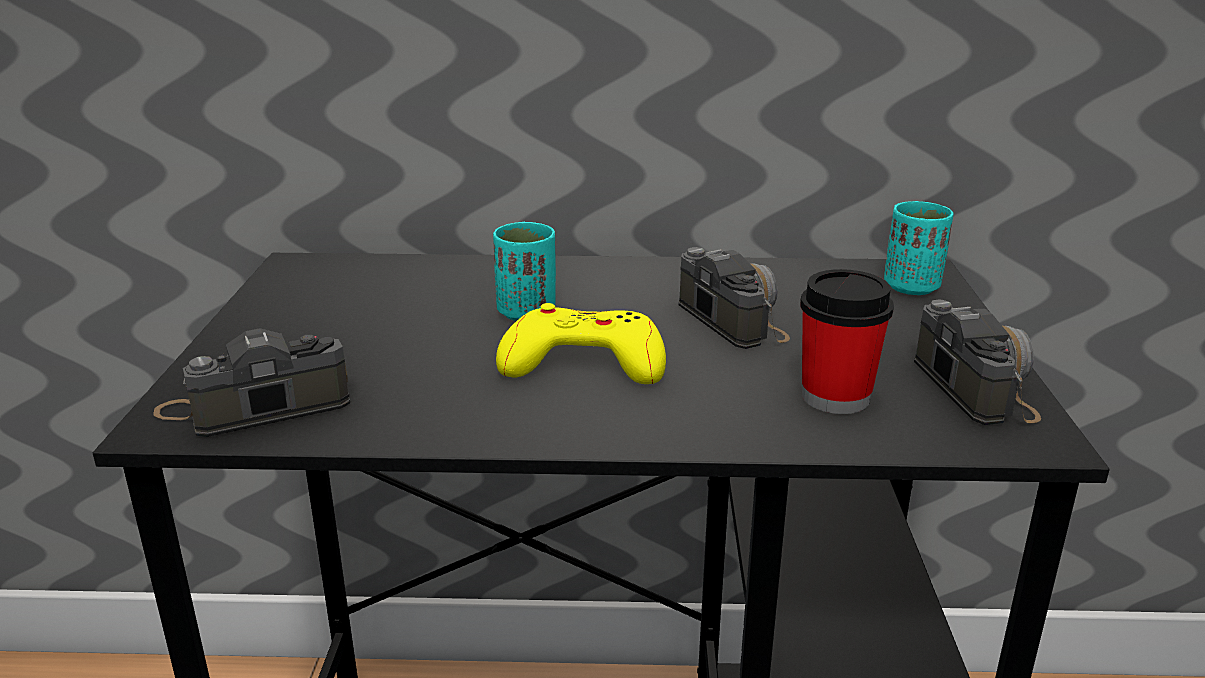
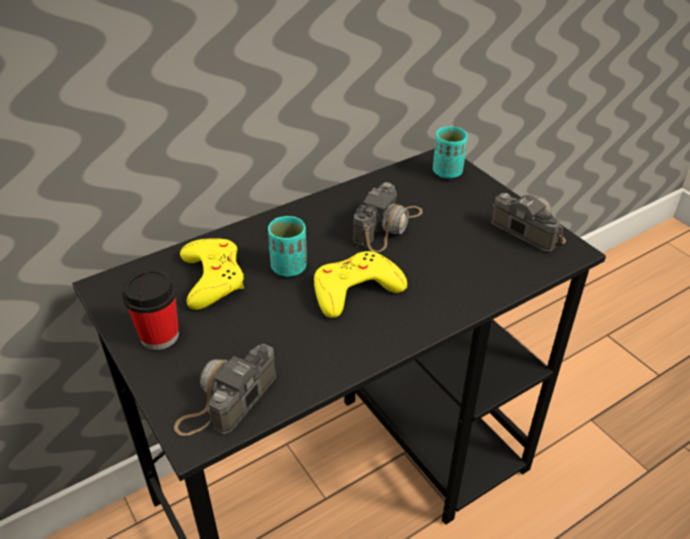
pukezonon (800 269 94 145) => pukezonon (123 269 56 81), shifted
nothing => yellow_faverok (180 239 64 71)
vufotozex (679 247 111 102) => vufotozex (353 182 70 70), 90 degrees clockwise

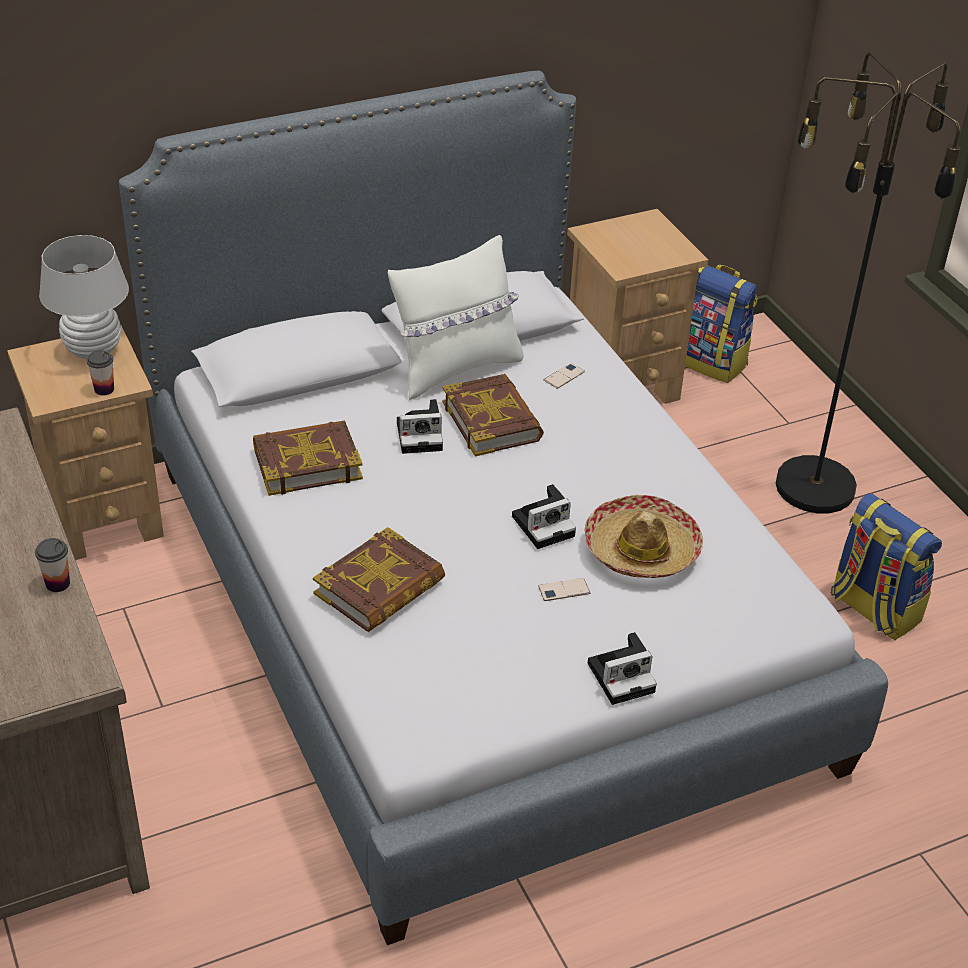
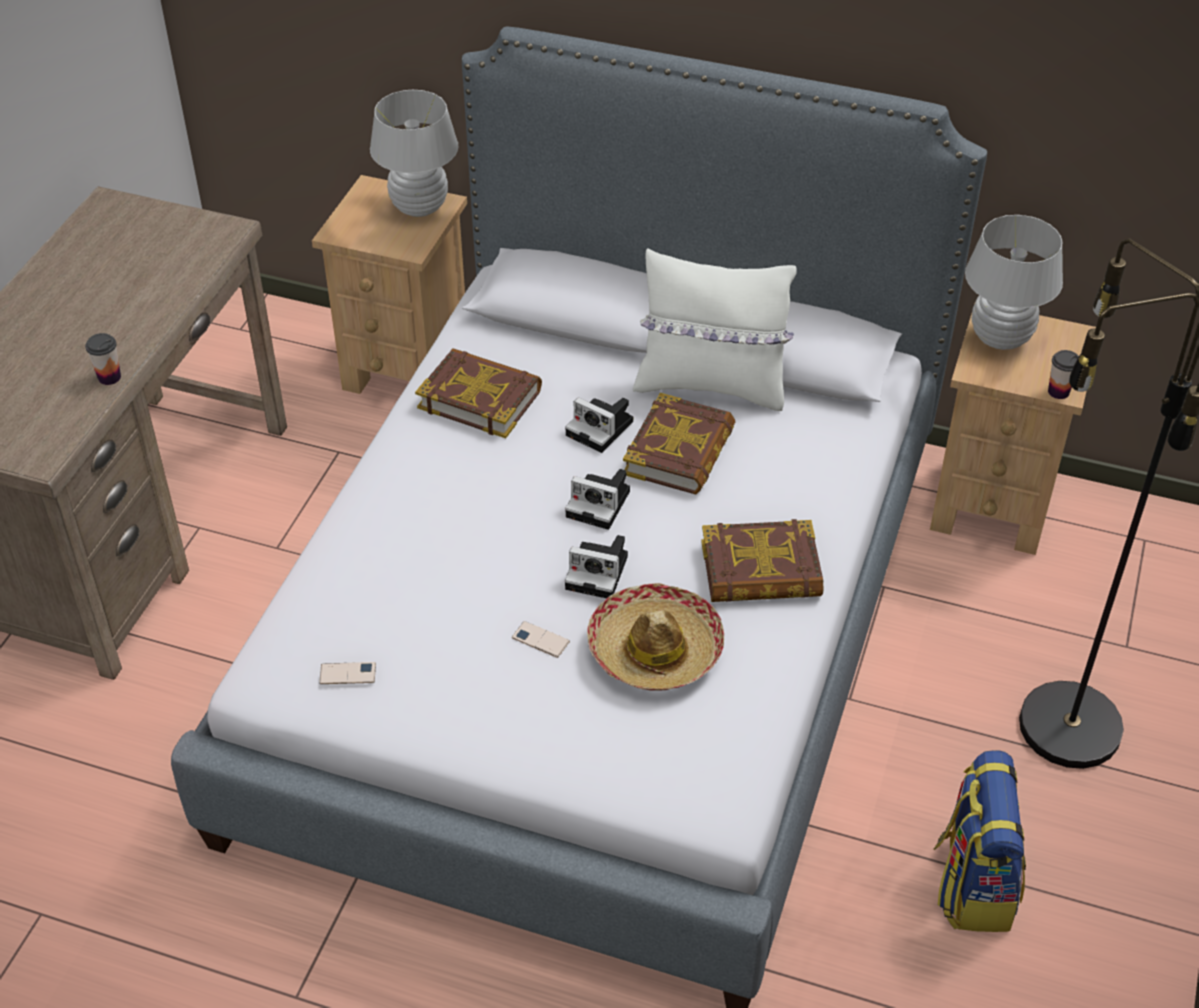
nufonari (544 363 41 26) => nufonari (319 662 57 22), shifted
vufotozex (588 632 69 73) => vufotozex (565 469 65 61), shifted
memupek (313 527 132 105) => memupek (701 519 122 83), shifted
nothing => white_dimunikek (965 215 98 135)
pukezonon (87 350 27 45) => pukezonon (1048 350 31 49), shifted
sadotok (685 265 73 118) => nothing

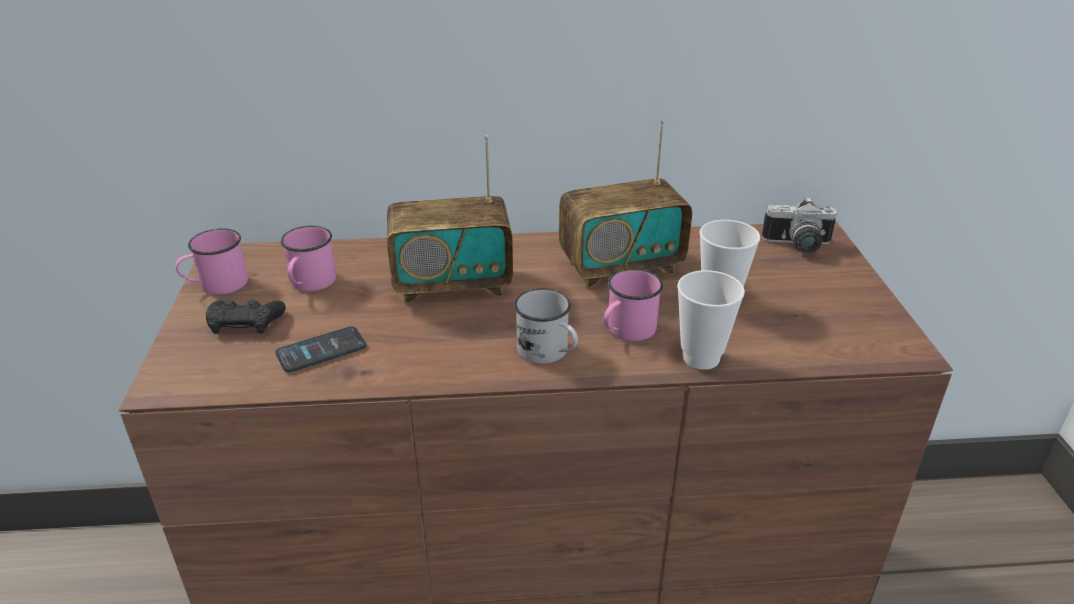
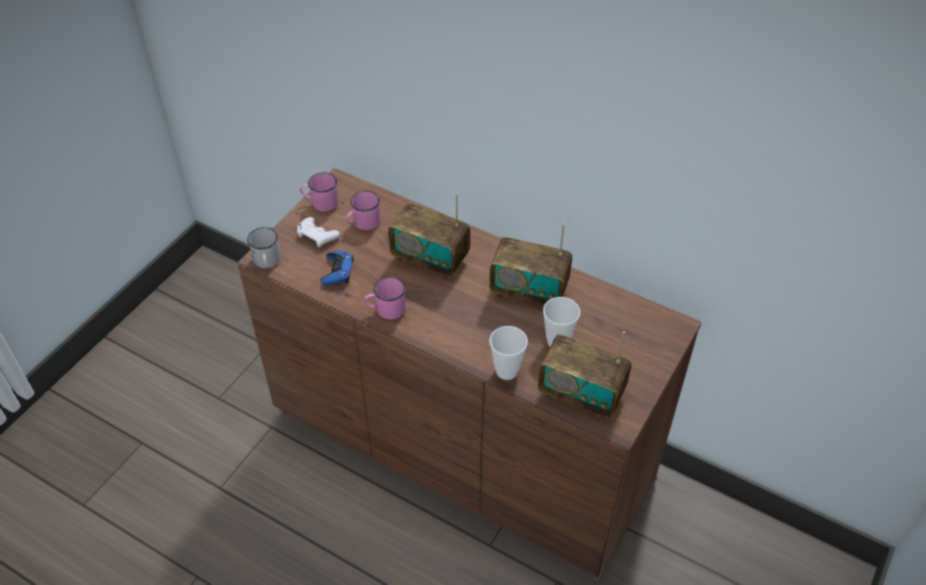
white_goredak (514 288 64 76) => white_goredak (247 227 34 41), shifted
black_faverok (206 299 80 35) => white_faverok (297 217 43 30)
nufonari (275 326 91 46) => blue_faverok (320 251 33 34)
pink_goredak (603 269 60 72) => pink_goredak (364 277 42 43), shifted
nothing => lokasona (538 331 94 89)
vufotozex (762 197 75 57) => nothing

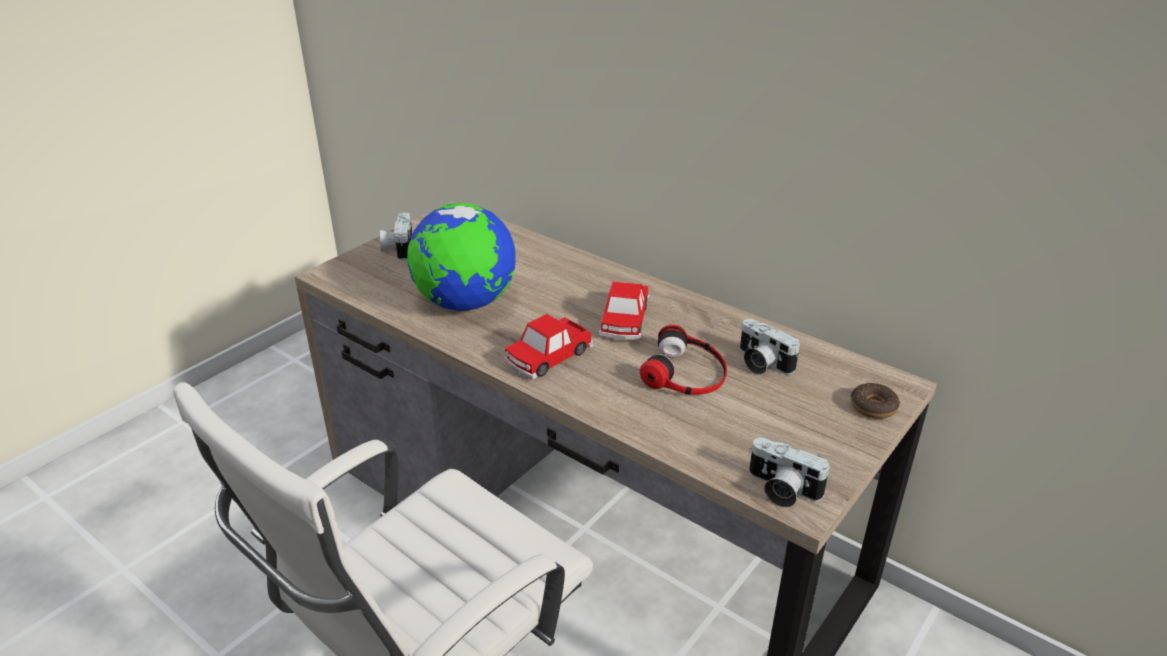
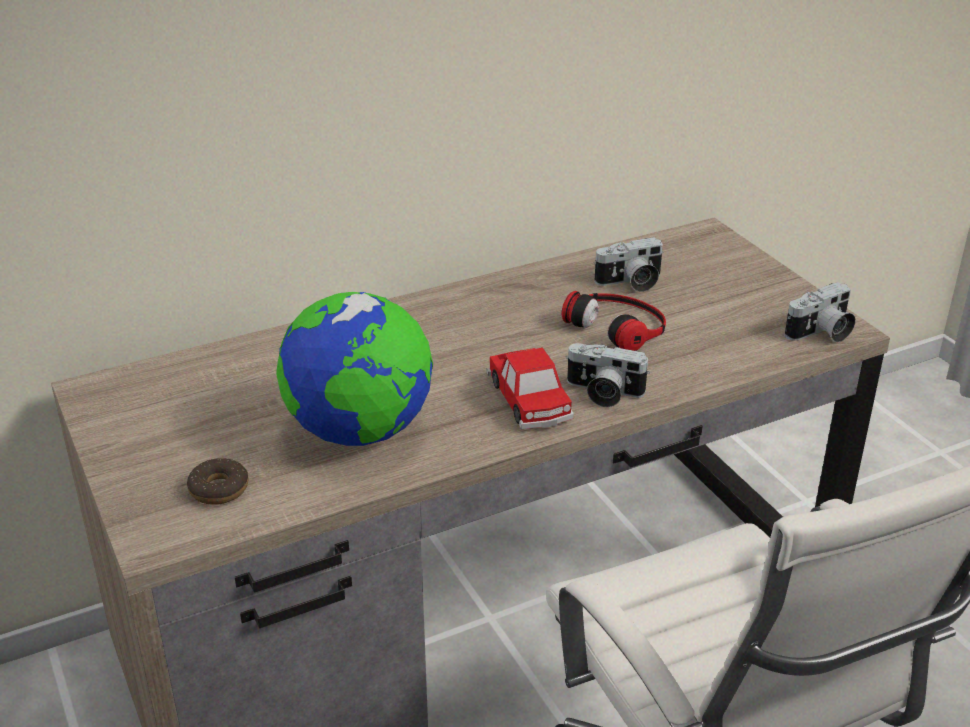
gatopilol (851 383 49 36) => gatopilol (187 458 61 47), shifted
vufotozex (380 212 33 48) => vufotozex (565 343 85 64), shifted
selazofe (599 282 51 58) => nothing

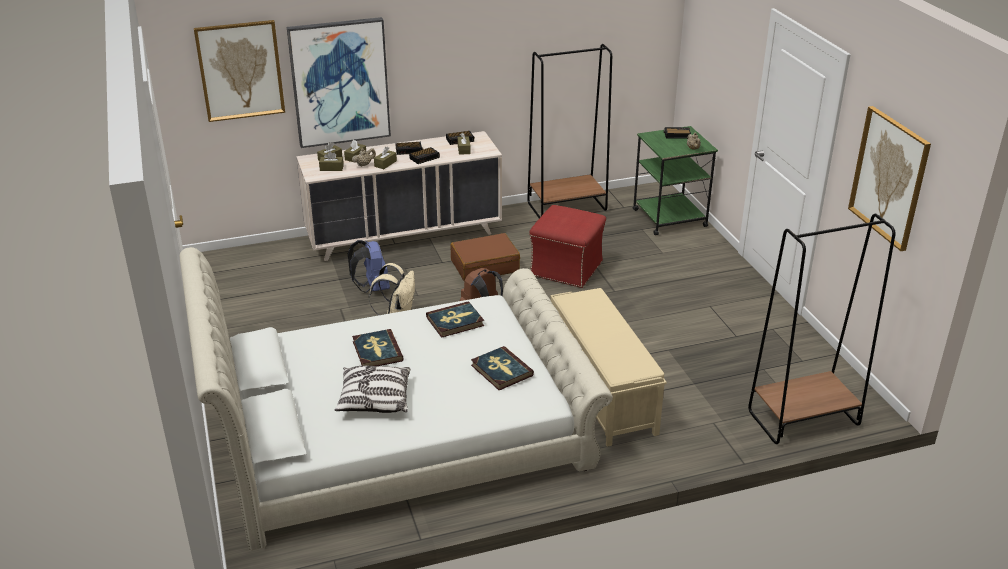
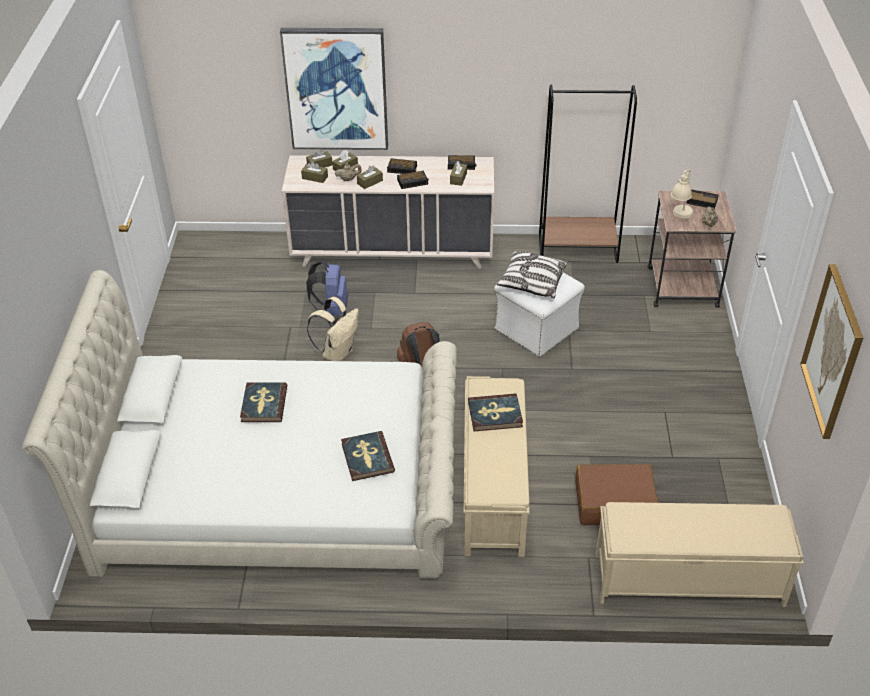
memupek (426 301 58 37) => memupek (468 393 55 38), shifted
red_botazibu (529 205 77 83) => white_botazibu (494 273 91 84)
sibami (334 366 76 47) => sibami (497 251 71 47), shifted
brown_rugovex (450 233 70 48) => brown_rugovex (575 464 83 61), shifted
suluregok (748 214 148 230) => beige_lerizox (596 502 208 105)
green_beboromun (632 126 86 109) => brown_beboromun (648 190 89 117)
nothing => beige_dimunikek (671 169 22 50)
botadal (194 20 91 102) => nothing

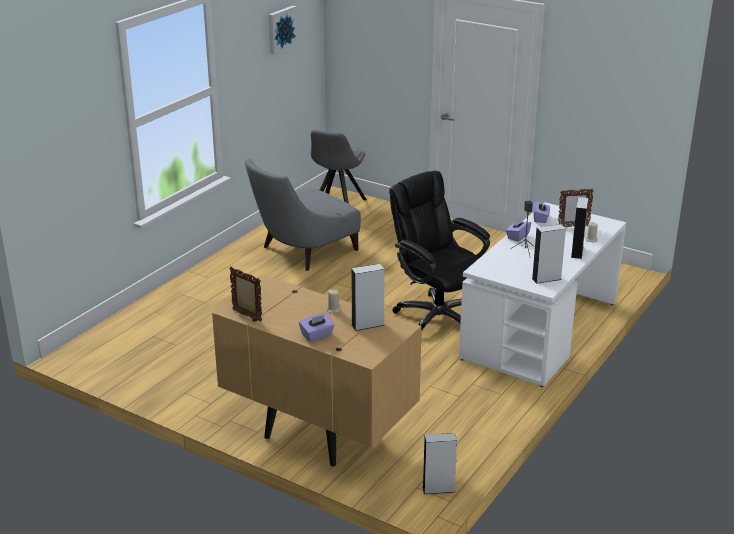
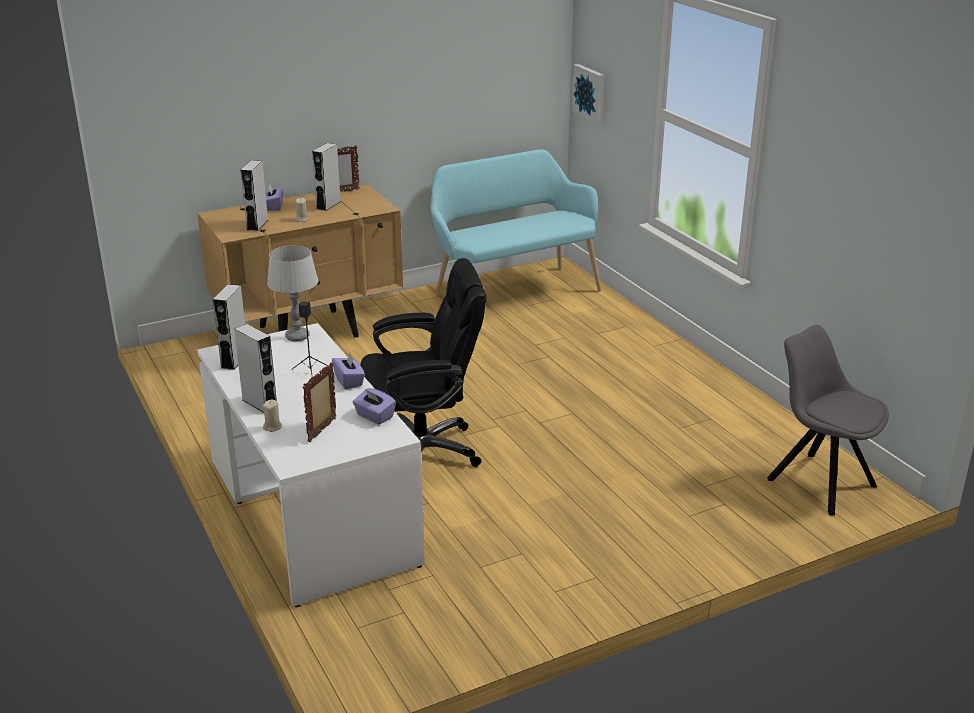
nothing => grey_dimunikek (267 245 51 97)
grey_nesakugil (422 433 35 61) => grey_nesakugil (312 143 29 68), shifted
nothing => turquoise_lerizox (431 149 170 147)
botadal (269 6 29 49) => botadal (572 64 32 60), shifted
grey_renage (245 159 116 112) => nothing

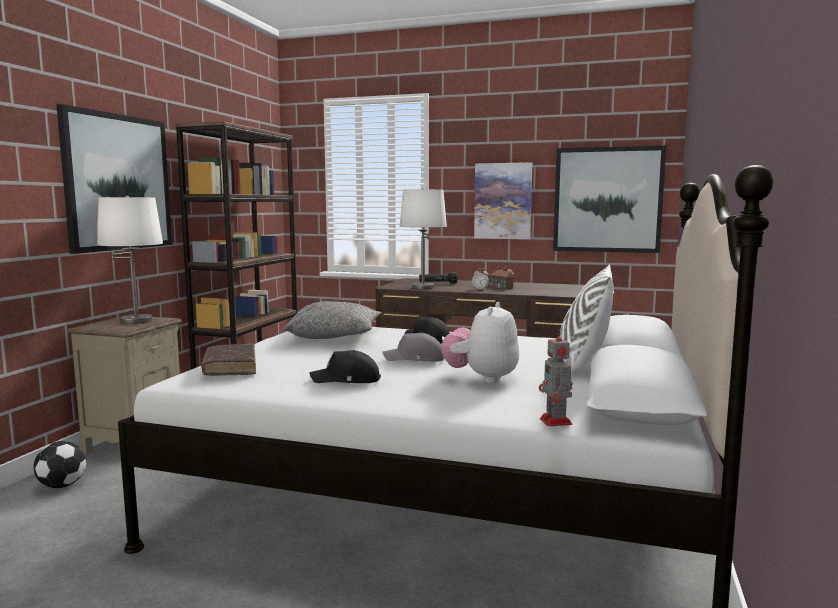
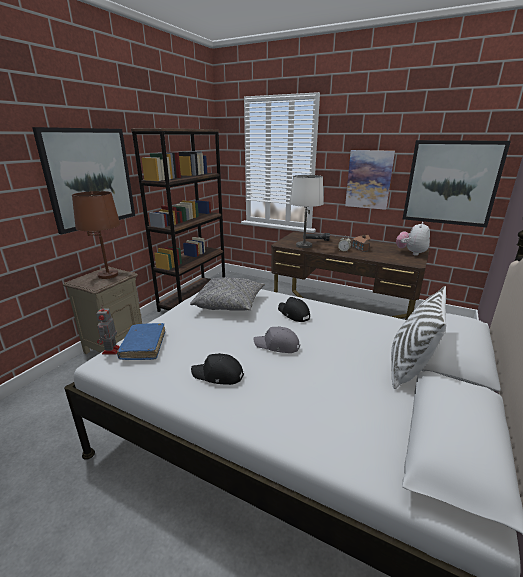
white_dimunikek (97 196 66 128) => brown_dimunikek (72 191 48 88)
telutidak (539 329 33 97) => telutidak (96 304 24 51), shifted
brown_memupek (201 343 55 33) => blue_memupek (117 323 48 37)
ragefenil (441 302 78 81) => ragefenil (396 222 34 34), shifted
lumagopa (33 441 53 47) => nothing

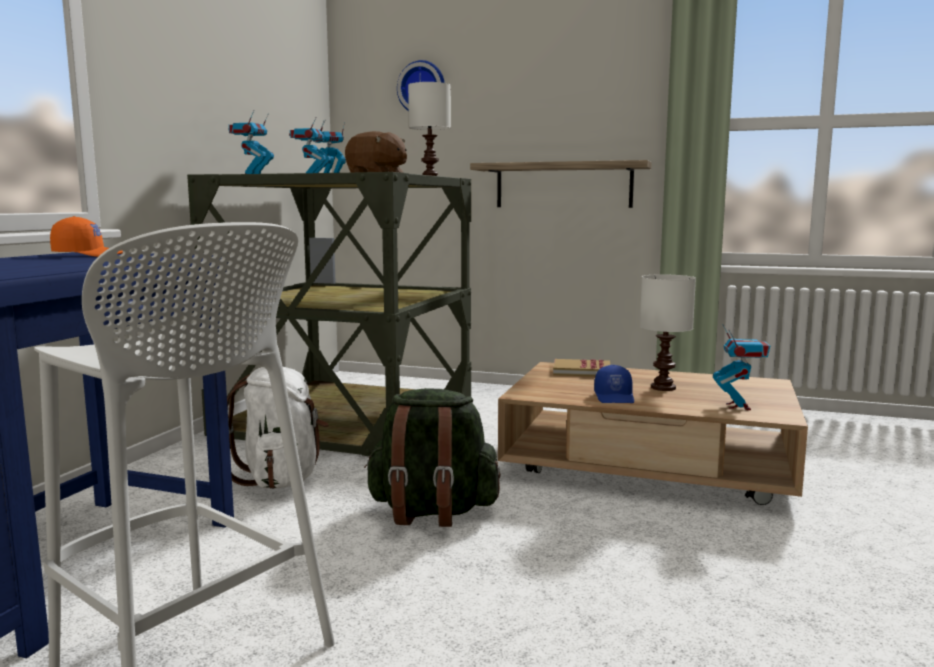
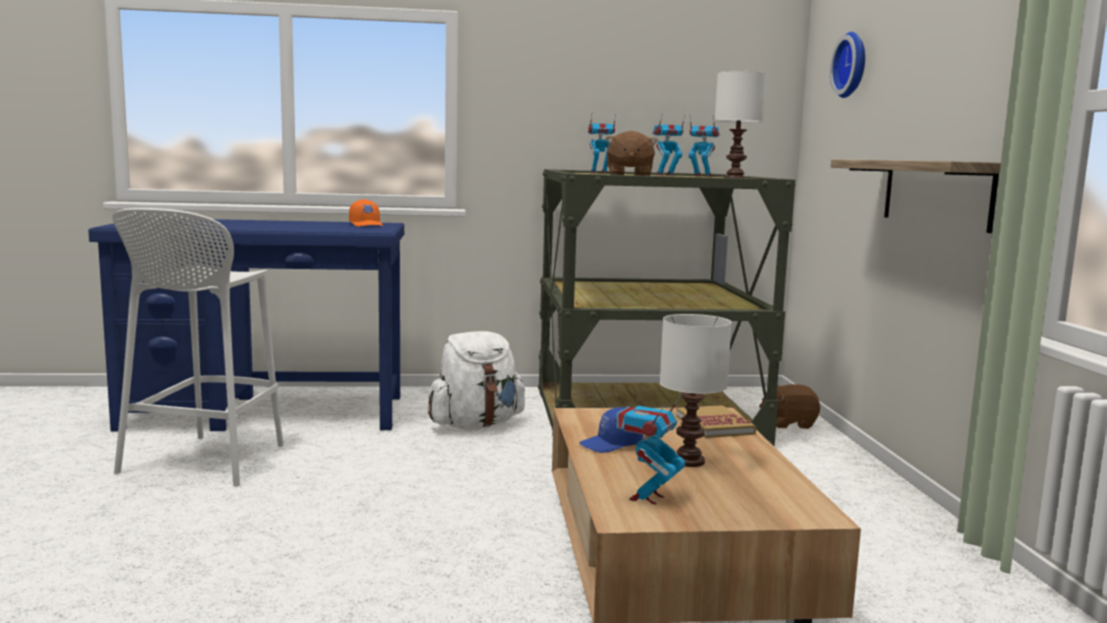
telutidak (713 324 57 86) => telutidak (615 393 70 111), 135 degrees clockwise
nothing => brown_ragefenil (759 384 61 45)
green_sadotok (364 388 137 139) => nothing

